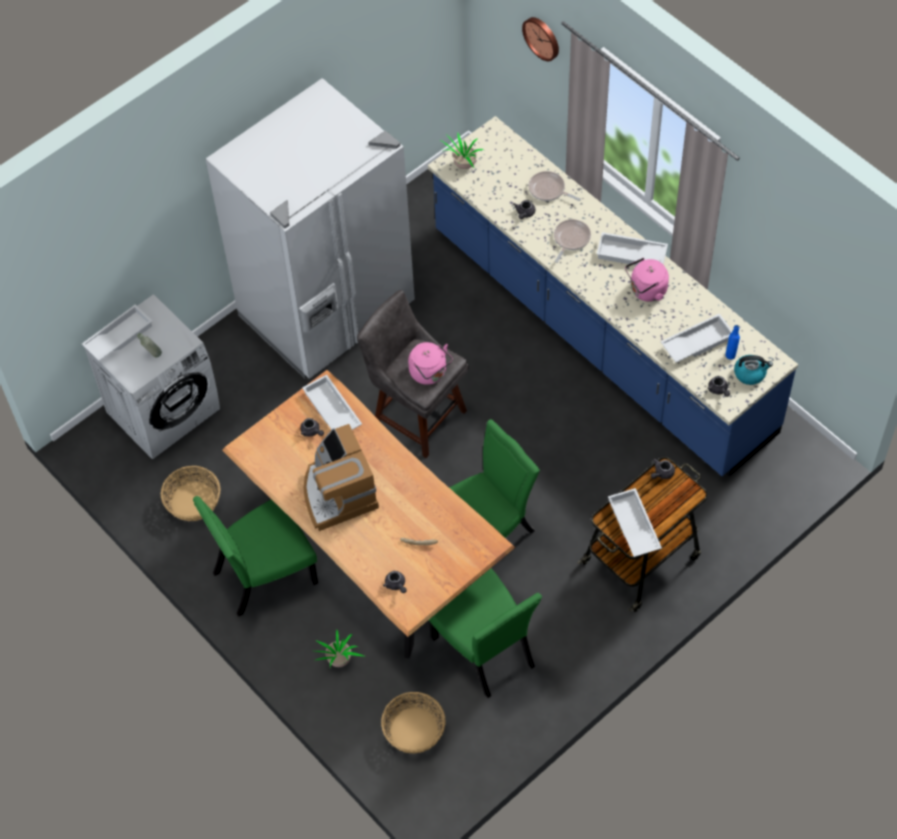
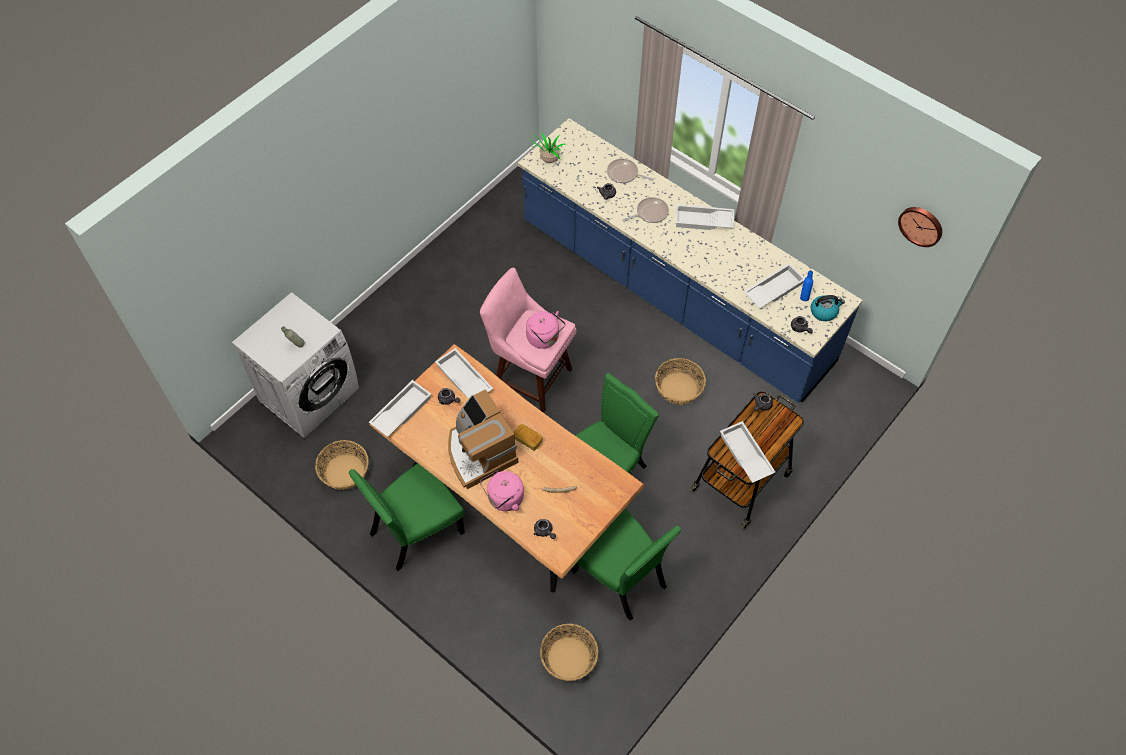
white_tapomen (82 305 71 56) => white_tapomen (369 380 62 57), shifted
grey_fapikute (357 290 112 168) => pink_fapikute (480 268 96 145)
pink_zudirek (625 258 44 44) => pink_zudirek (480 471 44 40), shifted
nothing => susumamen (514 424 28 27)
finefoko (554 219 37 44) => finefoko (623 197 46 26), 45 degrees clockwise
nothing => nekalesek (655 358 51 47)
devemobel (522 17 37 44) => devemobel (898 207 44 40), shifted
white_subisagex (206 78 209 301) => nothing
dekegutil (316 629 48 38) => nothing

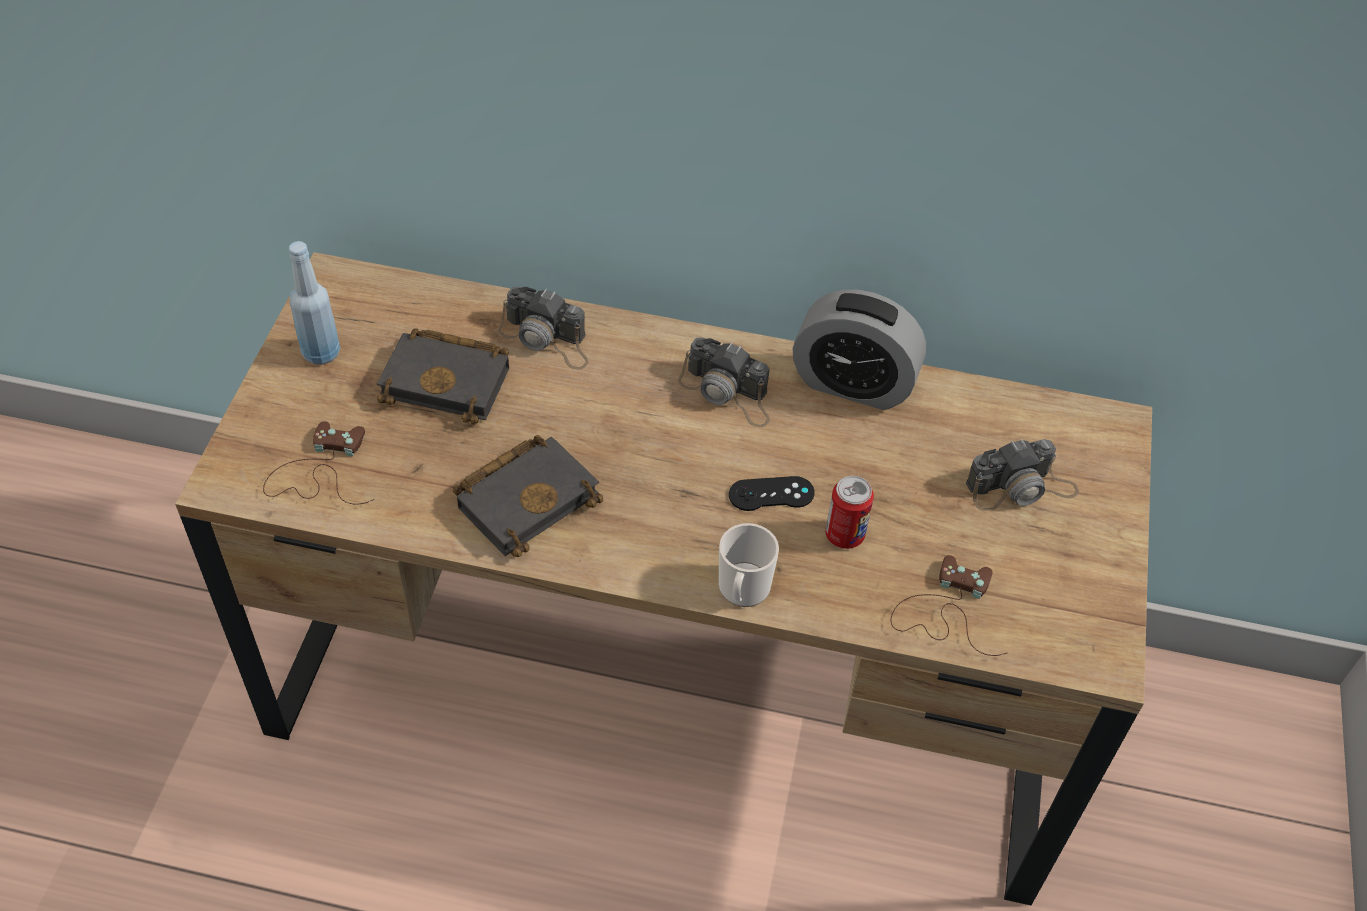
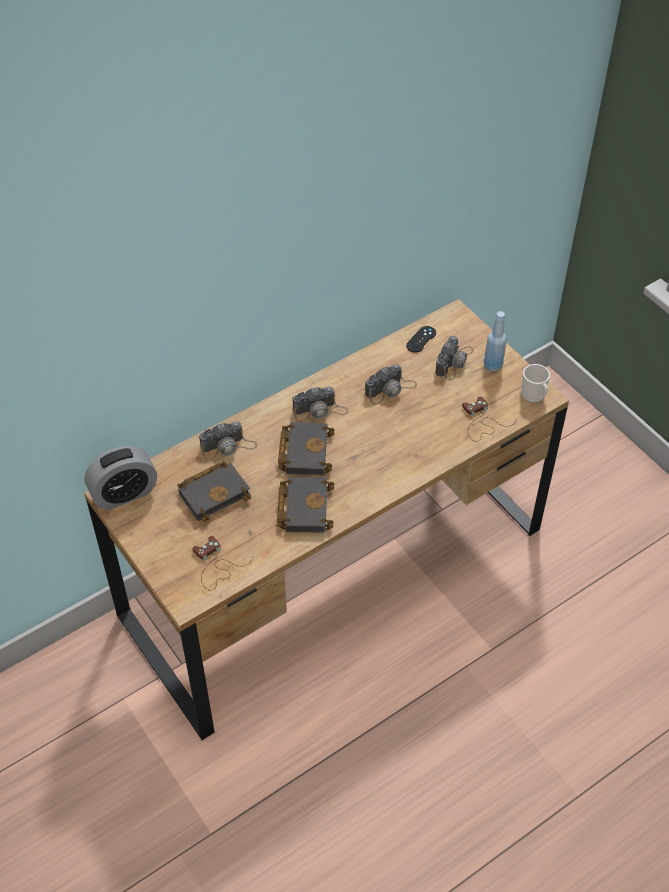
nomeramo (793 290 133 120) => nomeramo (84 445 73 65), shifted
nothing => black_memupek (278 422 57 53)
nothing => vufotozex (365 364 52 41)
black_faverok (729 476 86 35) => black_faverok (406 326 30 27), shifted
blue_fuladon (289 241 51 124) => blue_fuladon (484 311 23 60), shifted
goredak (719 523 60 84) => goredak (521 364 29 39), shifted
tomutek (825 476 49 73) => nothing

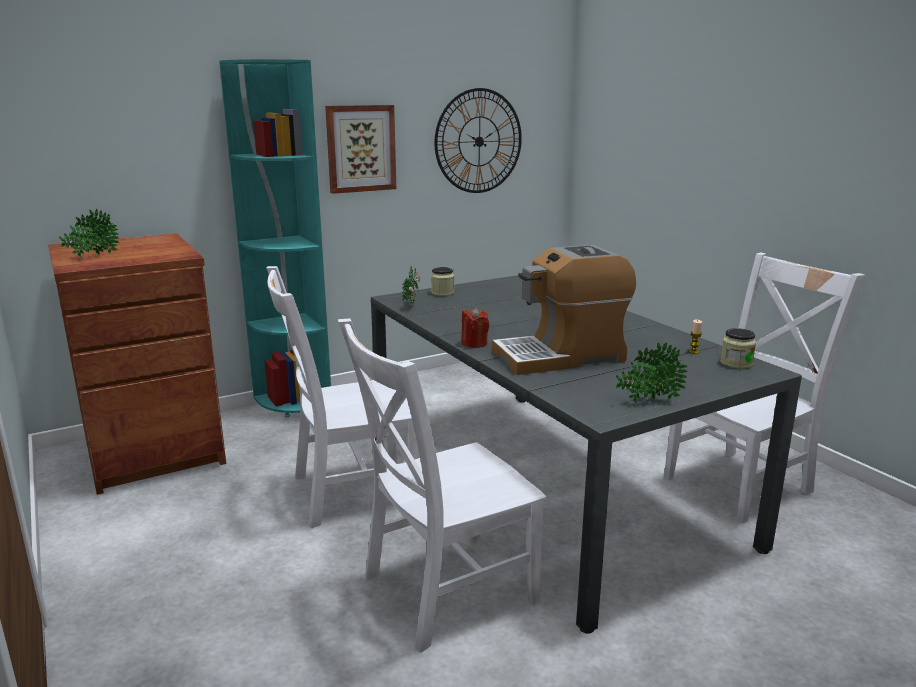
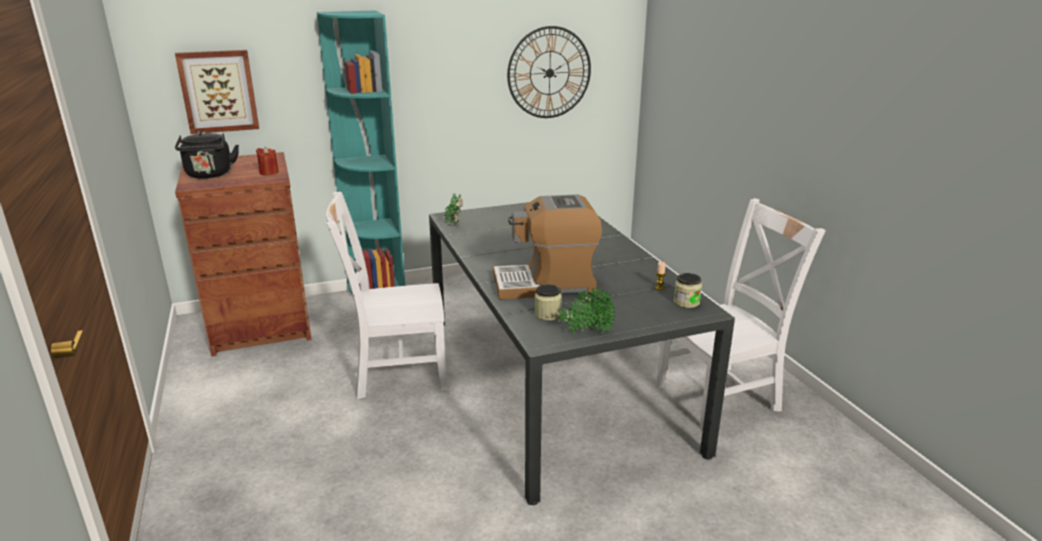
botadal (325 105 71 89) => botadal (175 50 84 84), shifted
dekegutil (59 209 60 49) => black_zudirek (175 131 64 48)
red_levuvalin (461 307 28 41) => red_levuvalin (256 147 23 28), shifted
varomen (431 267 23 29) => varomen (535 284 27 37), shifted
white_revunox (338 319 209 334) => nothing

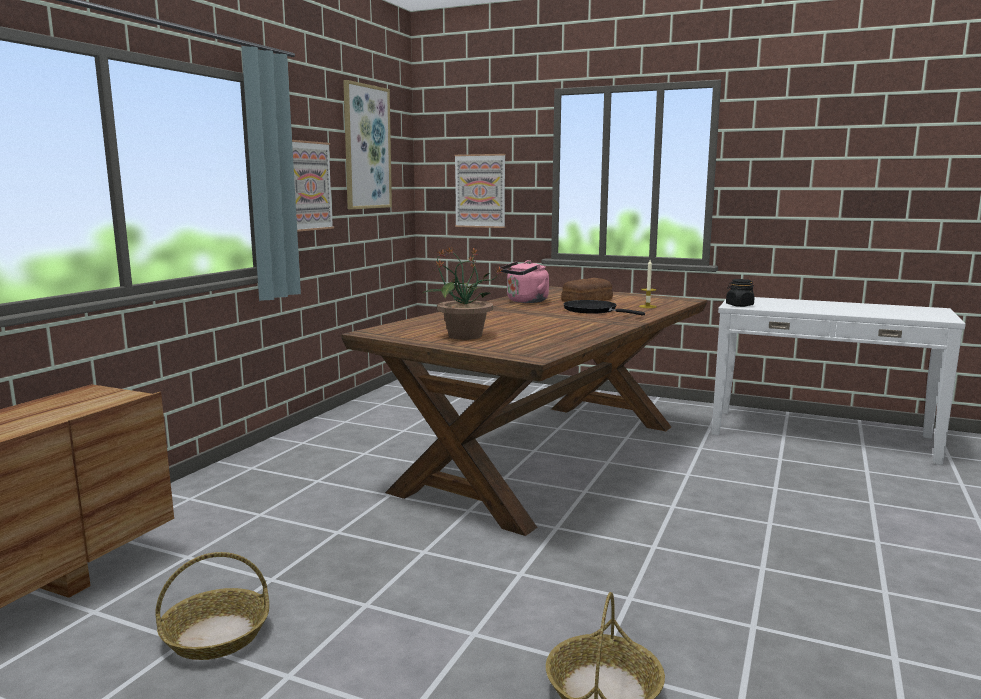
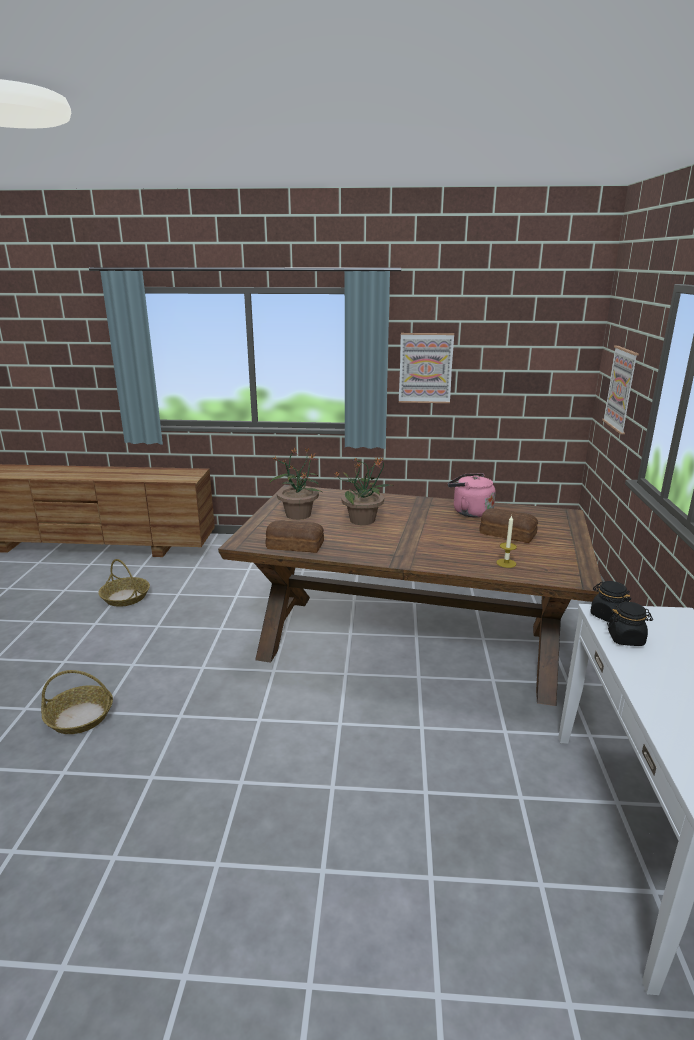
nothing => susumamen (266 520 58 33)
nothing => dekegutil (334 457 59 68)
nothing => black_varomen (607 602 46 44)
botadal (343 80 49 129) => nothing
black_finefoko (563 300 82 16) => nothing

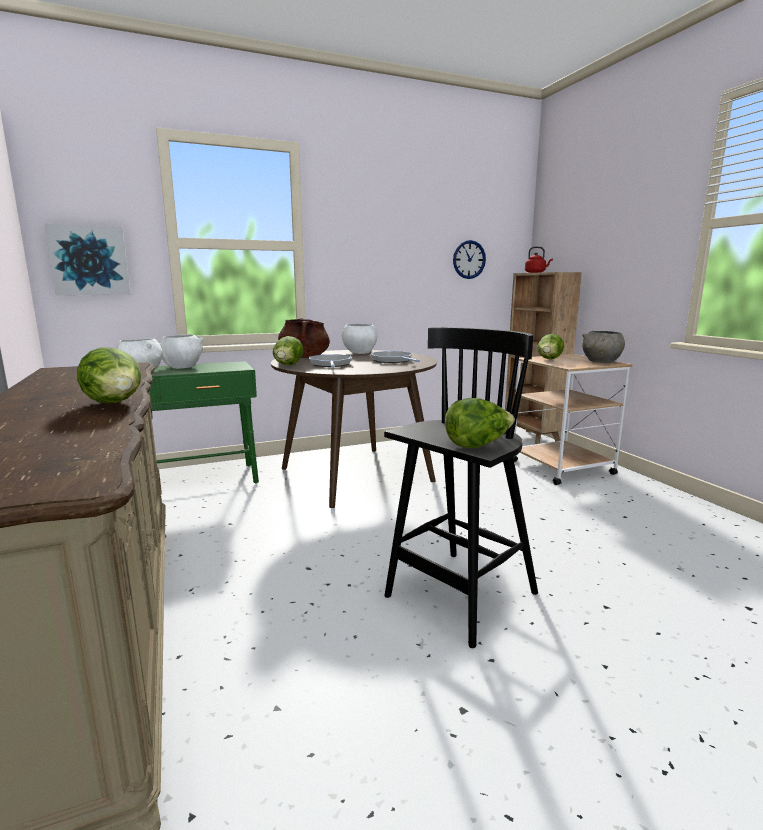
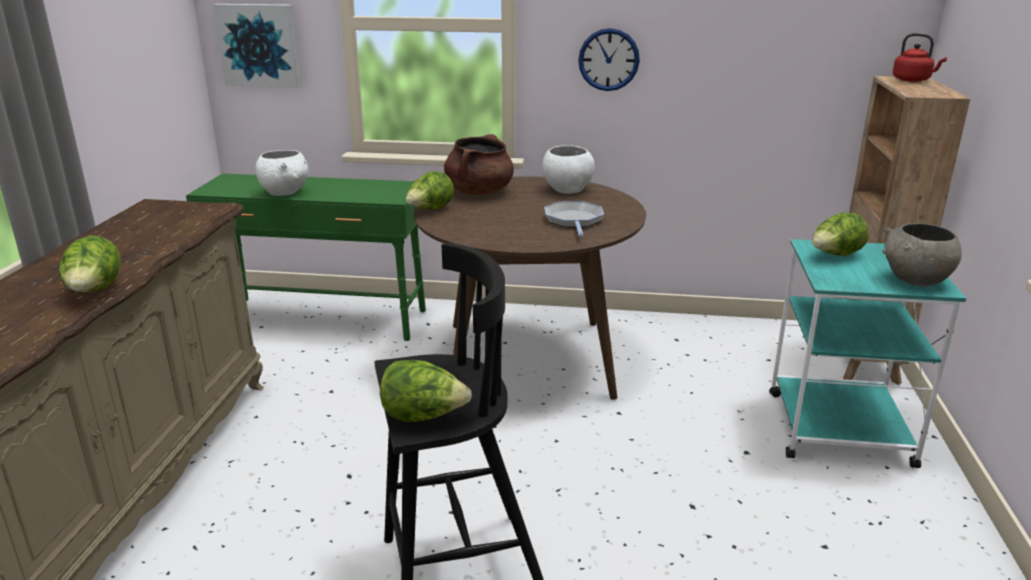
devemobel (453 240 33 39) => devemobel (578 28 62 63), shifted
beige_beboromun (513 354 120 131) => turquoise_beboromun (769 239 197 229)
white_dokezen (160 334 44 35) => nothing
finefoko (309 354 43 13) => nothing

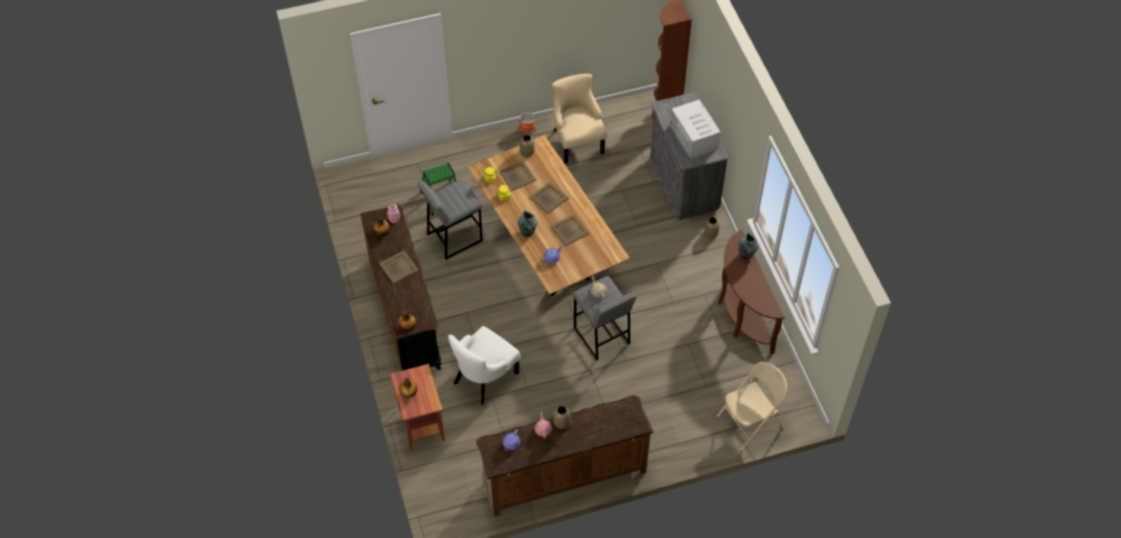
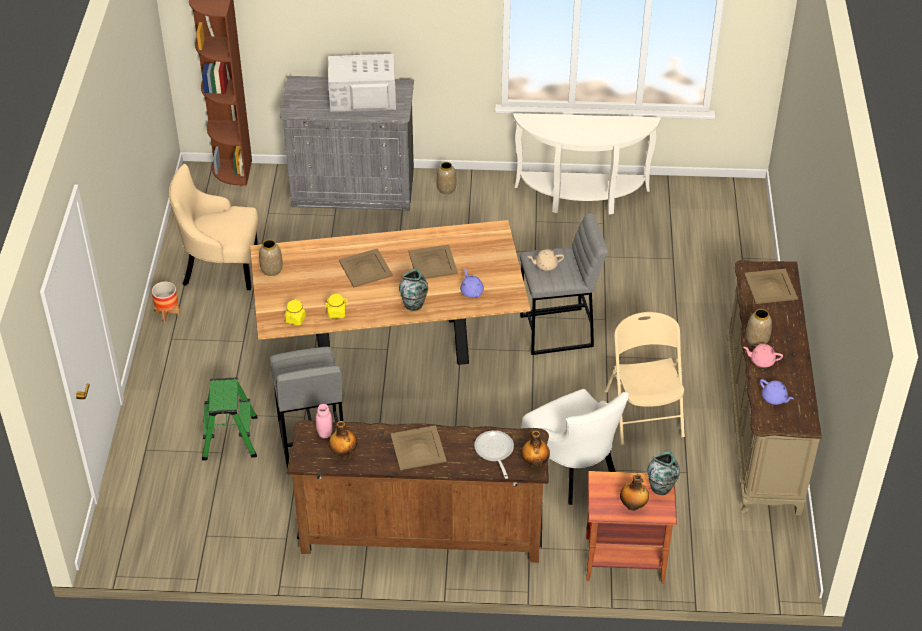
nothing => finefoko (474 430 40 49)
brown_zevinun (718 229 67 125) => white_zevinun (513 113 148 101)
beige_revunox (717 362 70 89) => beige_revunox (604 312 81 133), shifted
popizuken (738 232 20 27) => popizuken (647 451 33 44), shifted
beige_tapomen (499 161 37 30) => beige_tapomen (744 269 54 35), shifted

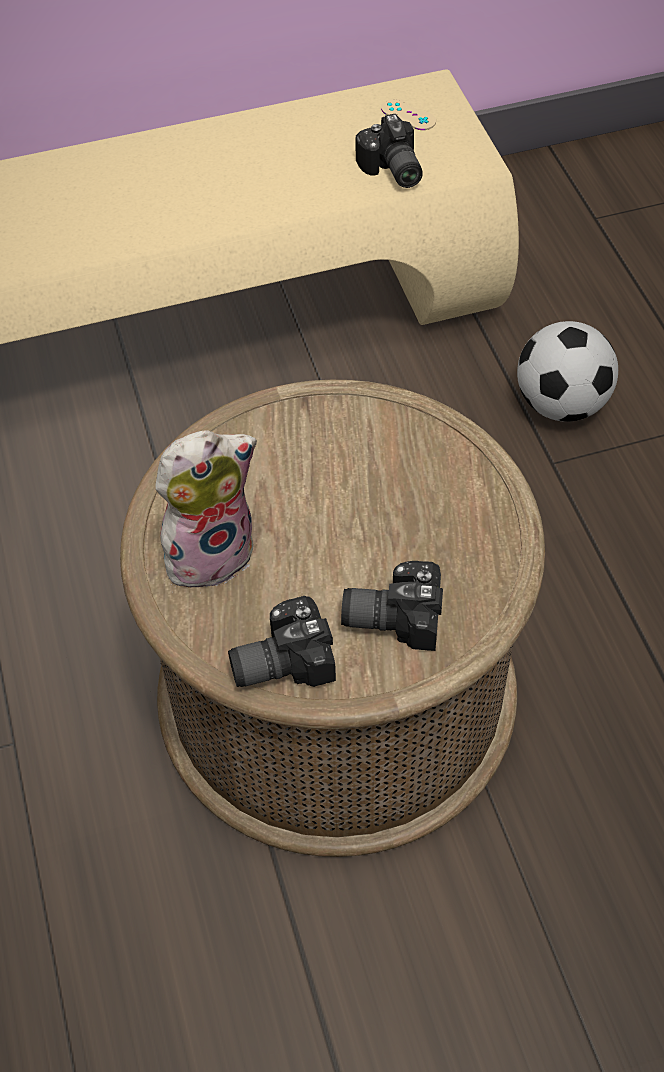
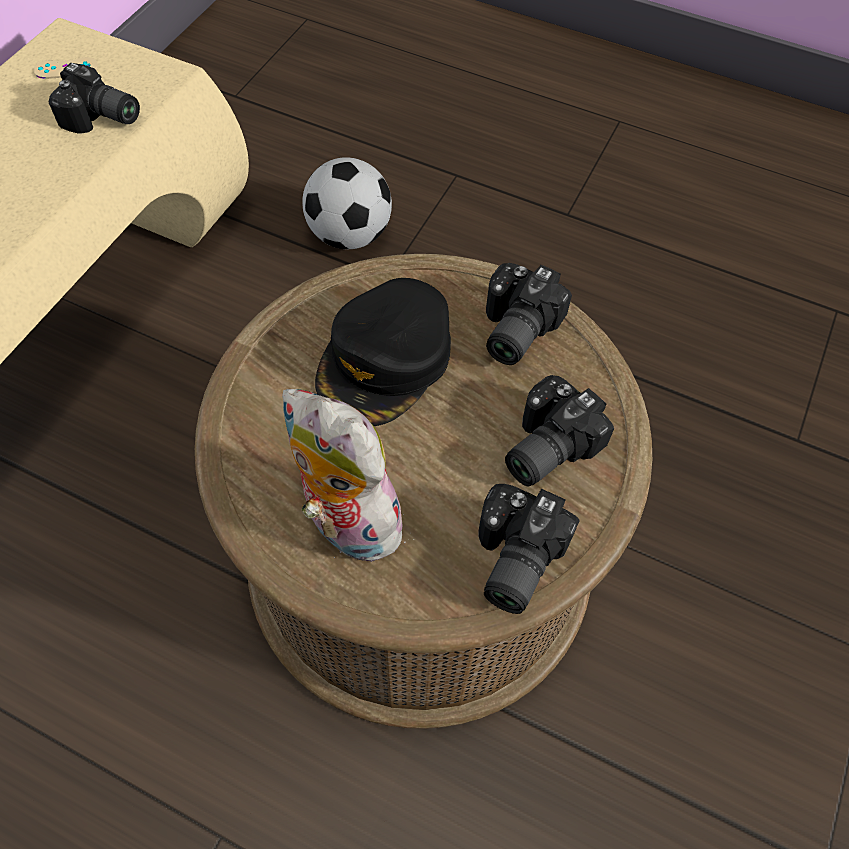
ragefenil (155 430 102 164) => ragefenil (282 389 132 173), 60 degrees counterclockwise
nothing => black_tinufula (315 278 136 148)
nothing => vufotozex (486 263 86 102)

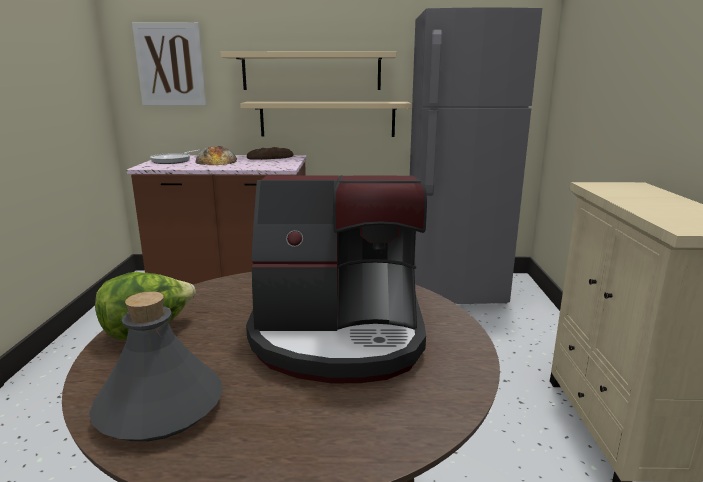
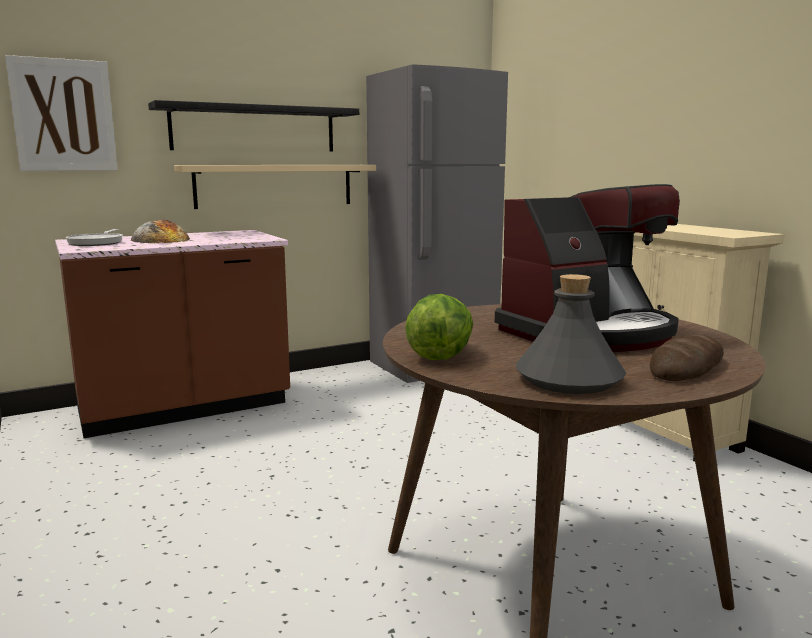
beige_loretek (220 52 176 38) => black_loretek (148 100 211 51)
susumamen (247 147 46 13) => susumamen (650 335 74 46), shifted

